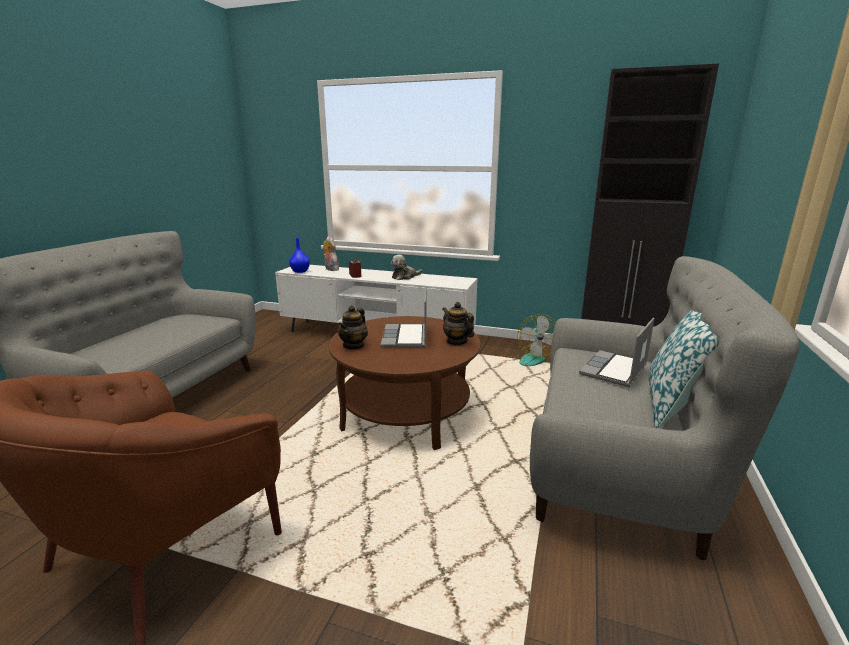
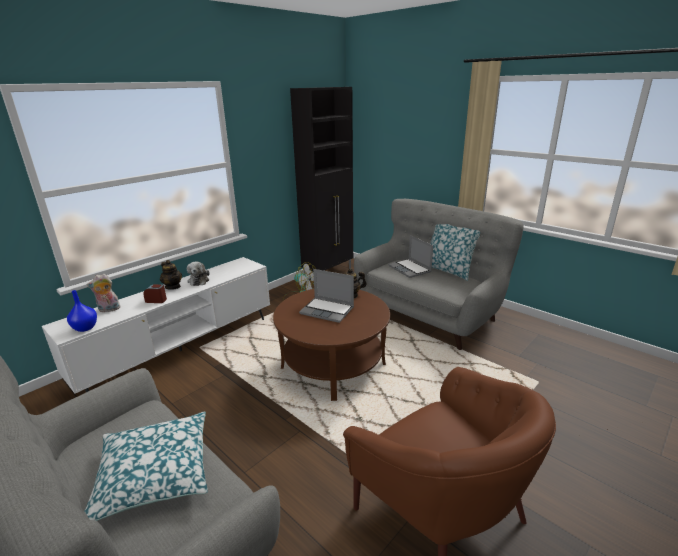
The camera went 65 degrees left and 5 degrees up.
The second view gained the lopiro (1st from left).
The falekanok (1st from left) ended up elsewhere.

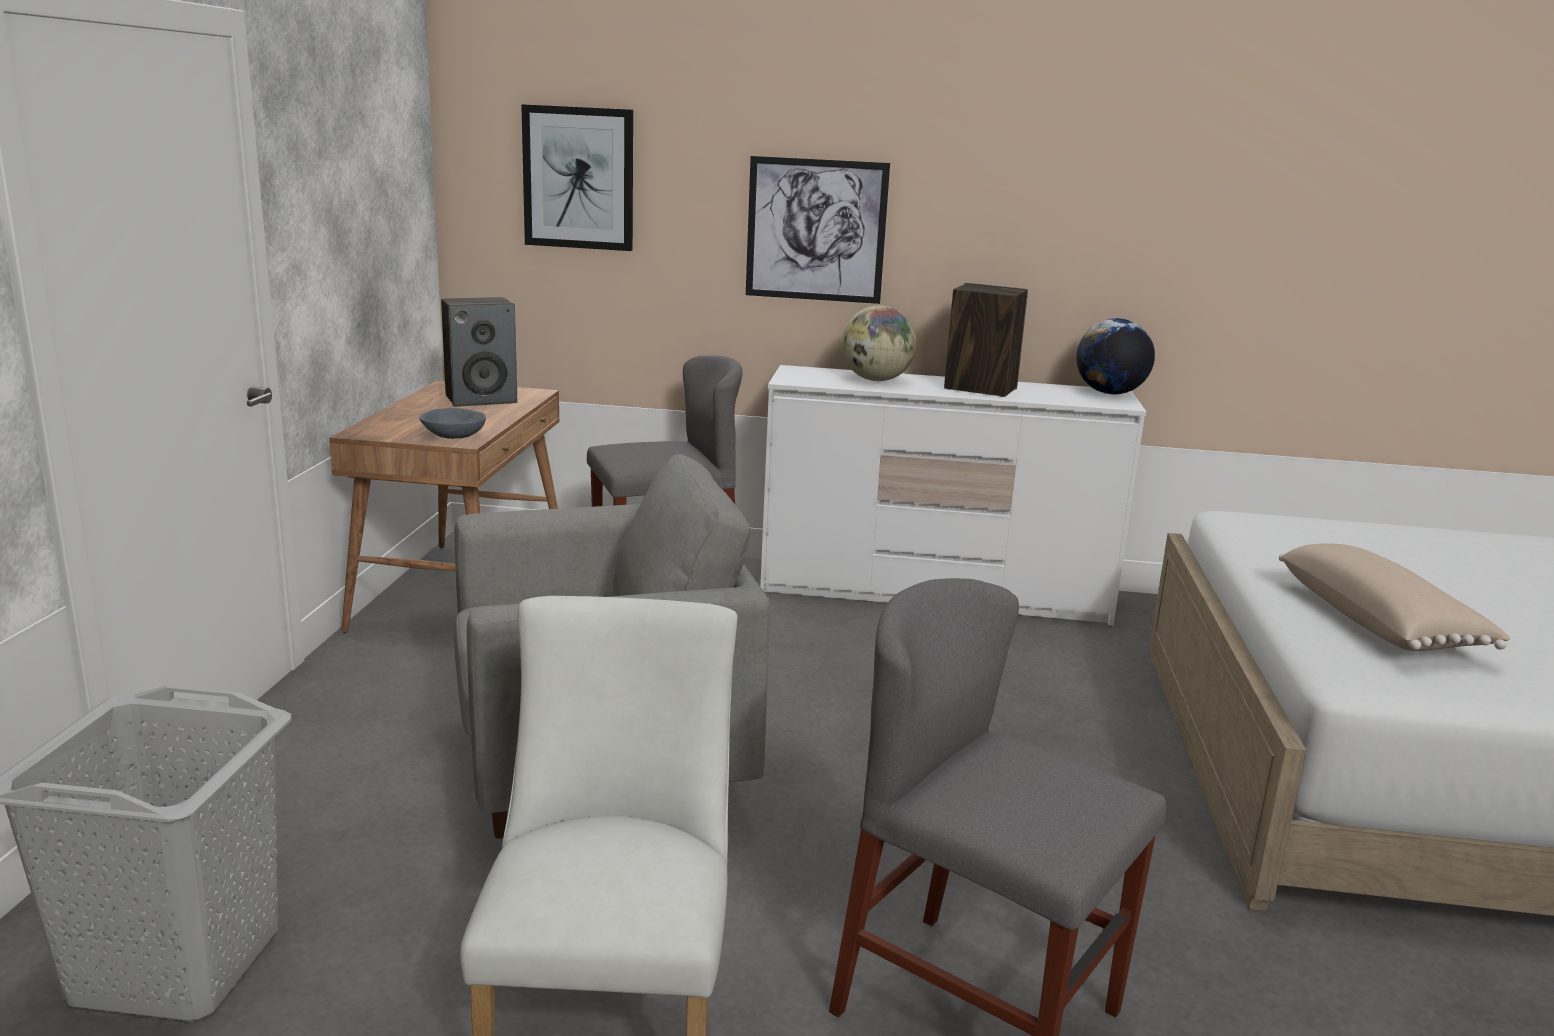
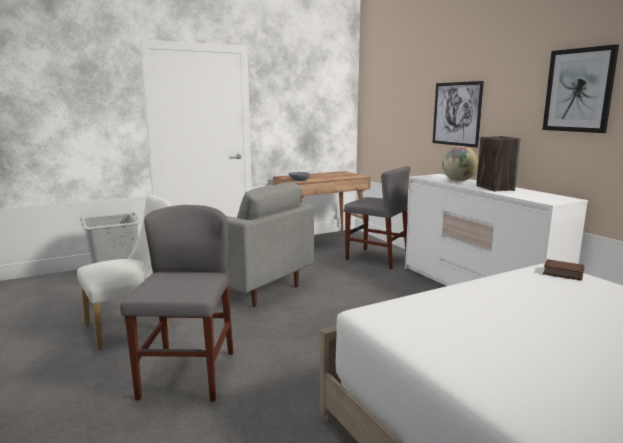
The camera went 55 degrees right and 5 degrees down.
The second view lost the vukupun (1st from left).
The second view lost the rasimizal (2nd from left).
The second view lost the lopiro (beige).
The second view gained the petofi.
The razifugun (1st from left in the first image) ended up elsewhere.

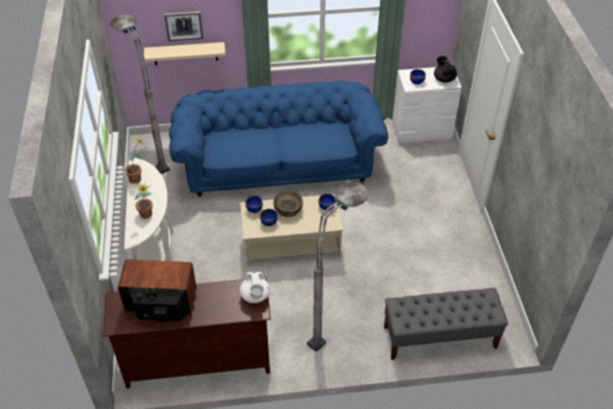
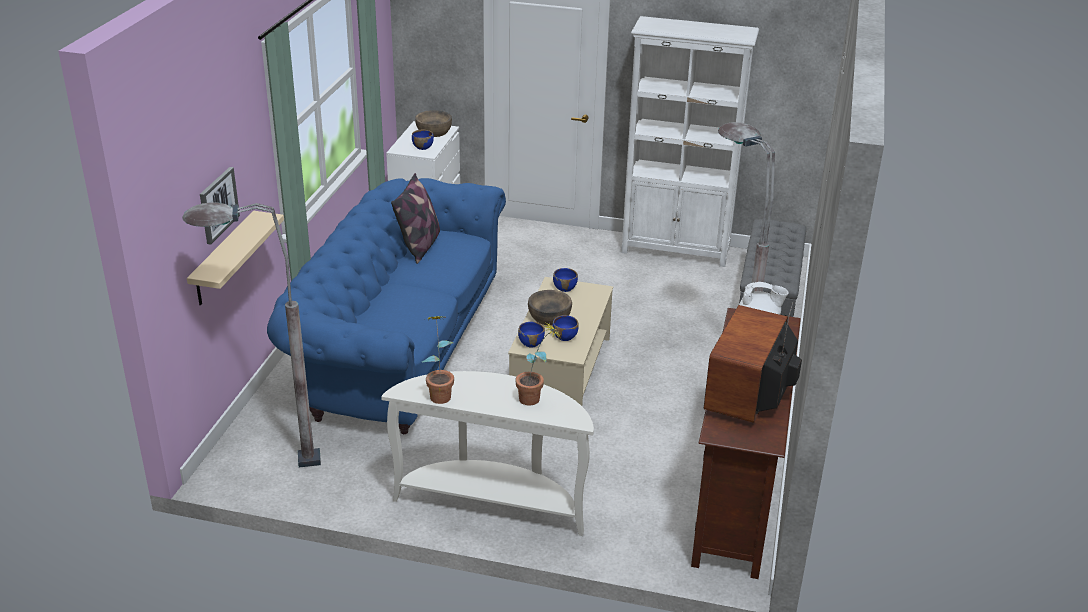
The camera went 70 degrees left and 15 degrees down.
The second view gained the lopiro.
The second view gained the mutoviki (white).
Where the falekanok (black) stood, the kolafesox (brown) (1st from left) came to stand.

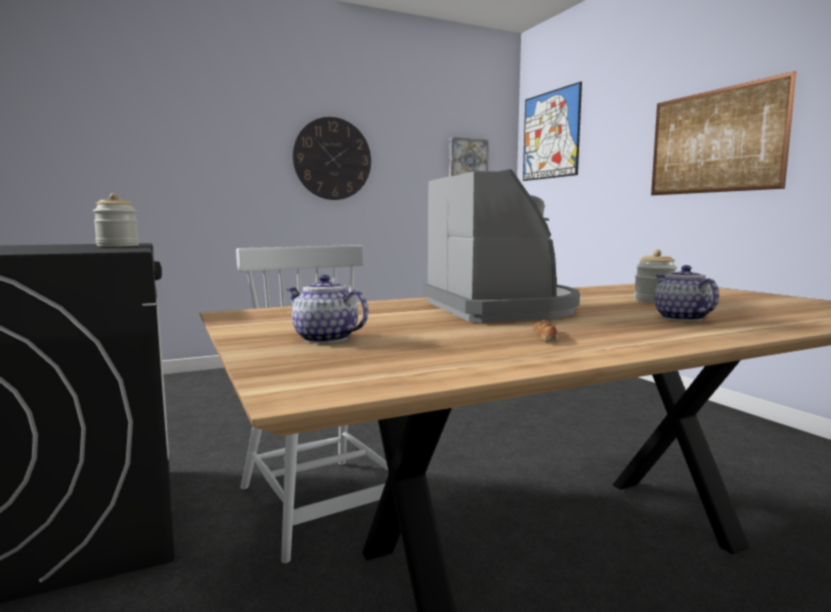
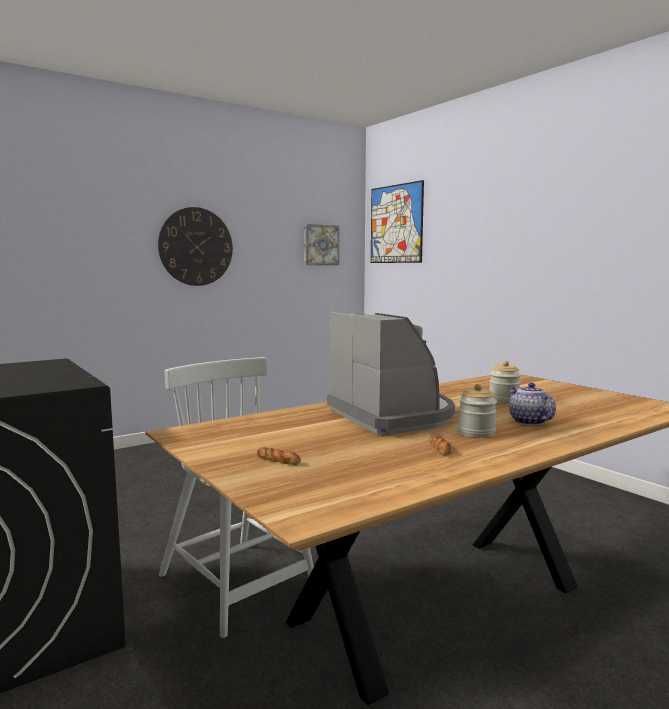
The camera went 10 degrees left and 0 degrees up.
The second view lost the razifugun (3rd from left).
The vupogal (1st from left) ended up elsewhere.
Where the falekanok (1st from left) stood, the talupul (1st from left) came to stand.

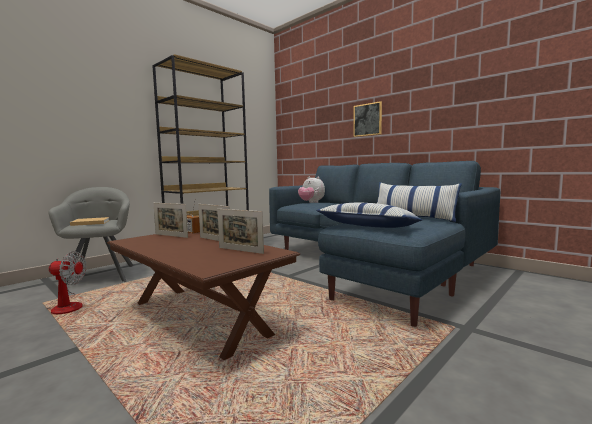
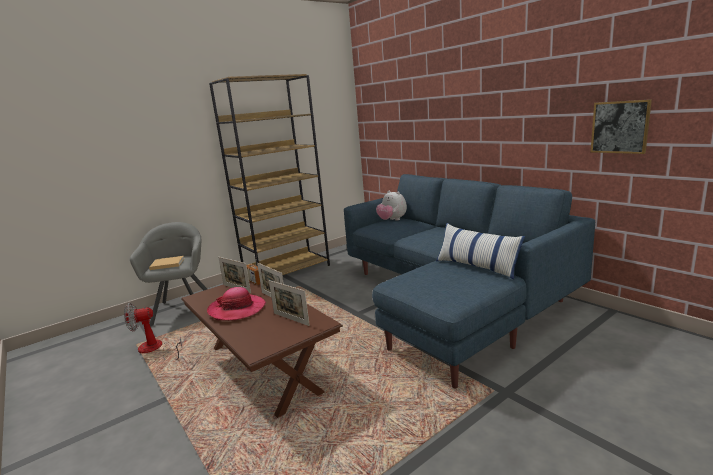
The camera went 10 degrees right and 10 degrees up.
The second view lost the lopiro (1st from left).
The second view gained the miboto.
The razifugun ended up elsewhere.
The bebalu ended up facing another way, 150 degrees clockwise from before.

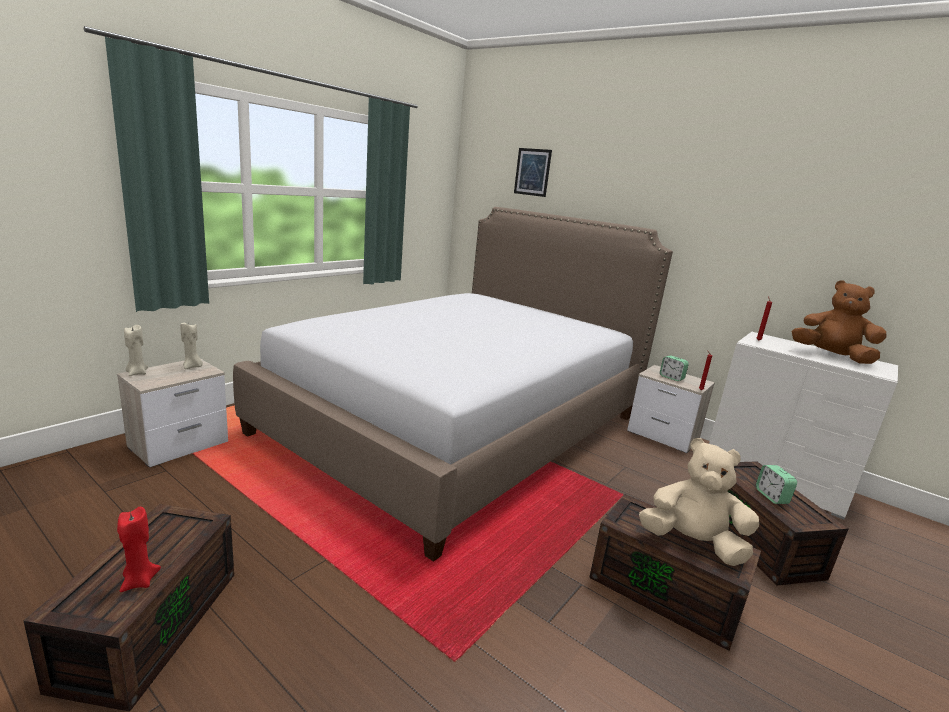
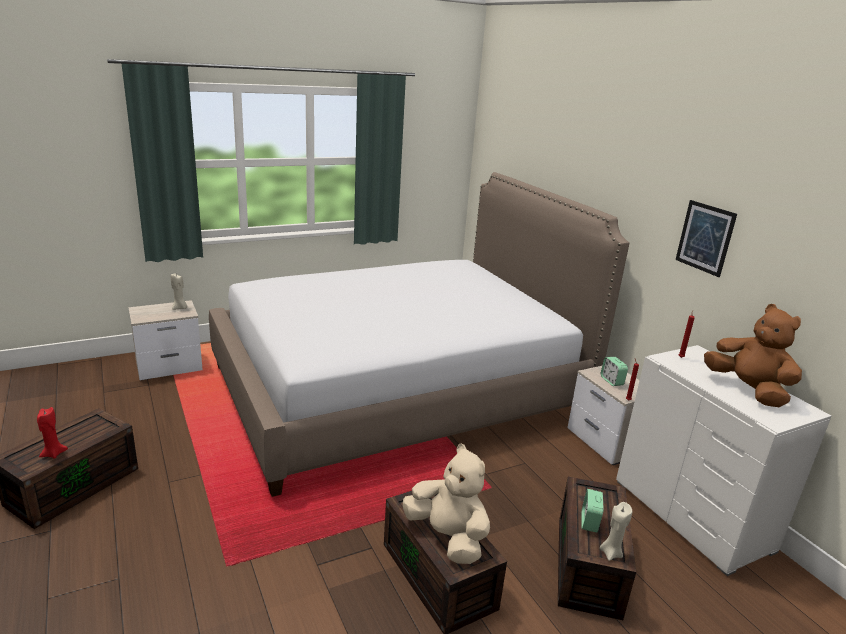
The camera went 25 degrees right and 5 degrees up.
The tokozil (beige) (1st from left in the first image) ended up elsewhere.
The razifugun ended up elsewhere.

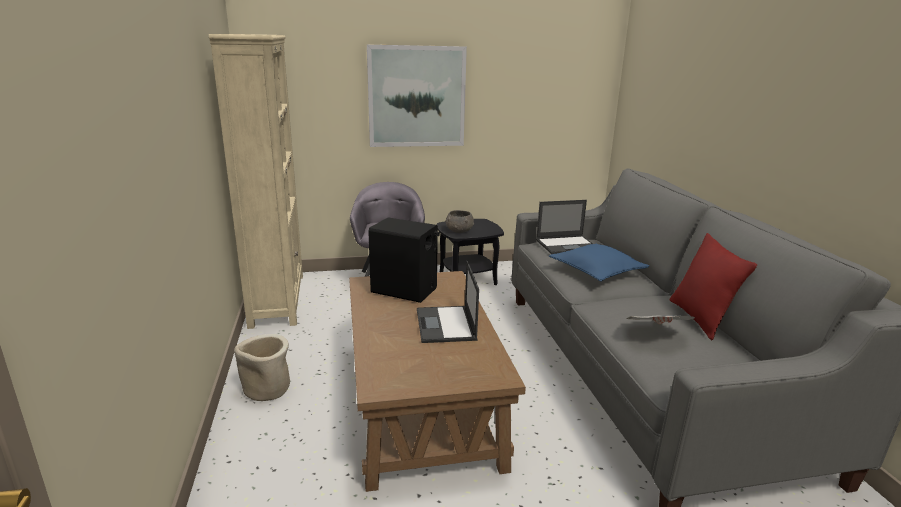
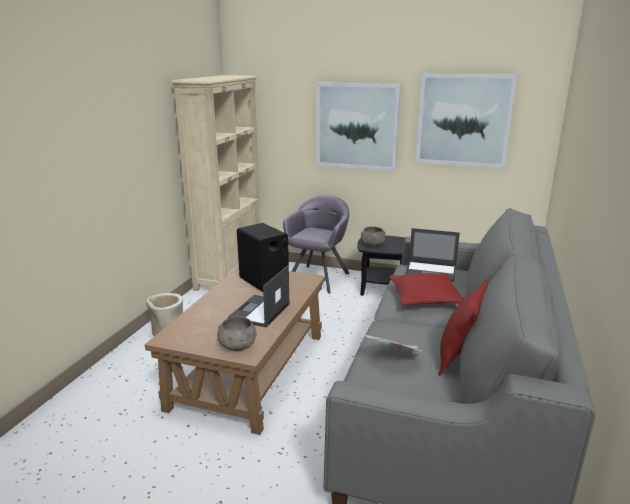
The camera went 30 degrees right and 0 degrees up.
The second view gained the kolafesox (grey) (1st from left).
The second view gained the razifugun (2nd from left).
What was the lopiro (blue) turned into the lopiro (red) (1st from left).

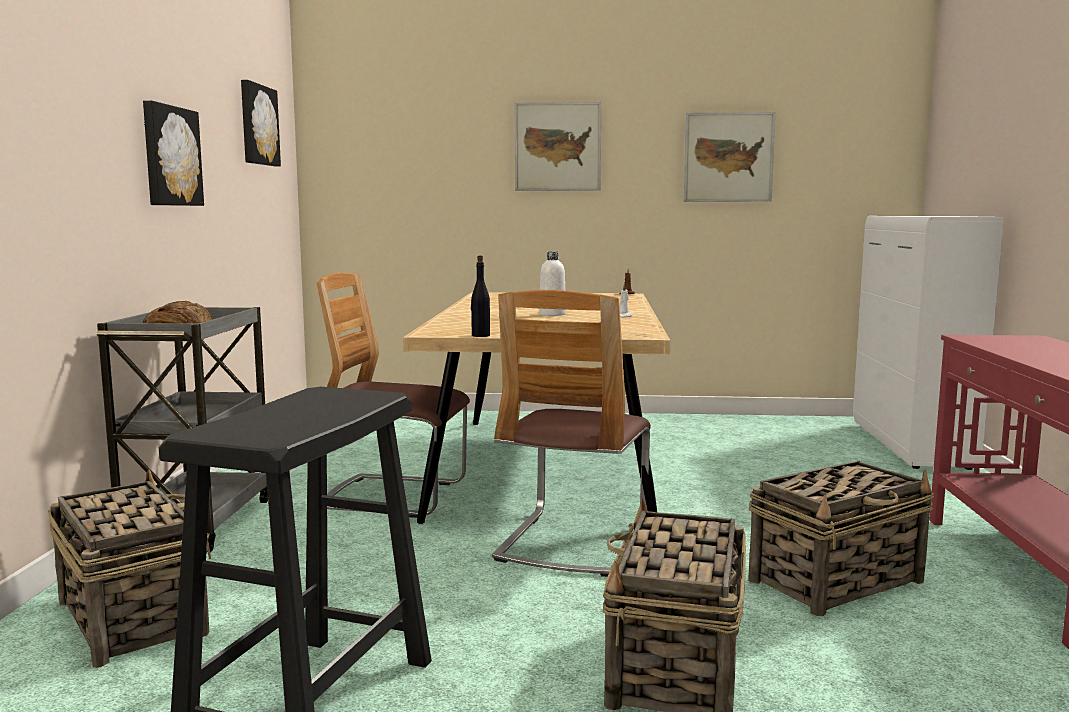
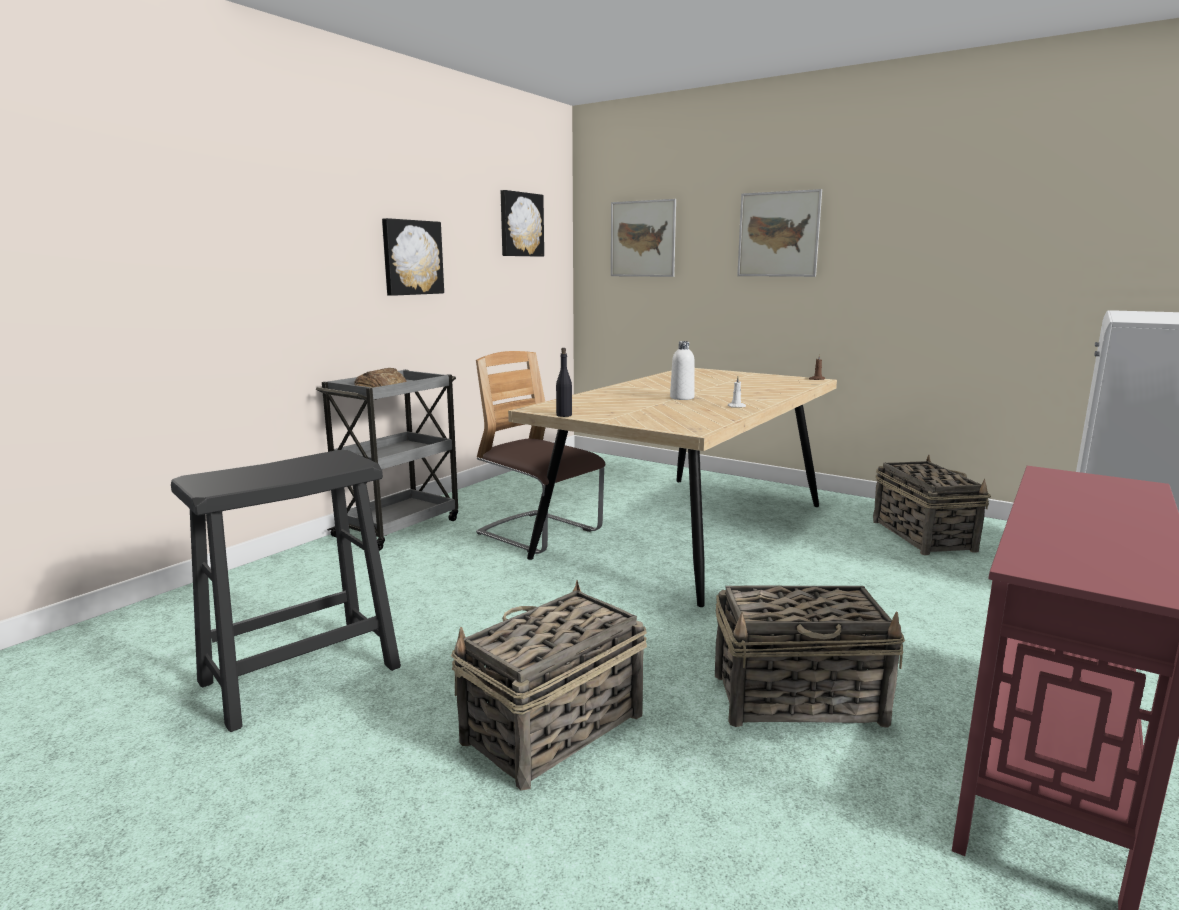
The camera went 30 degrees right and 5 degrees up.
The second view lost the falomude (2nd from left).
The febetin (1st from left in the first image) ended up elsewhere.
The razifugun (4th from left in the first image) ended up elsewhere.

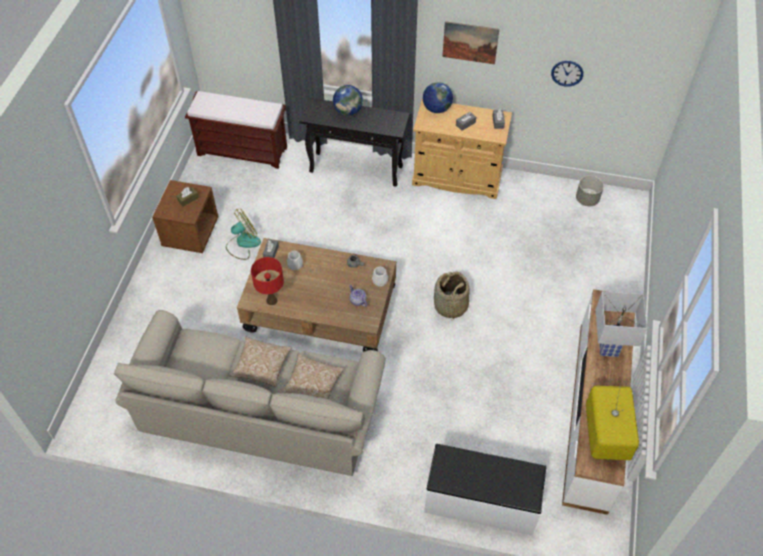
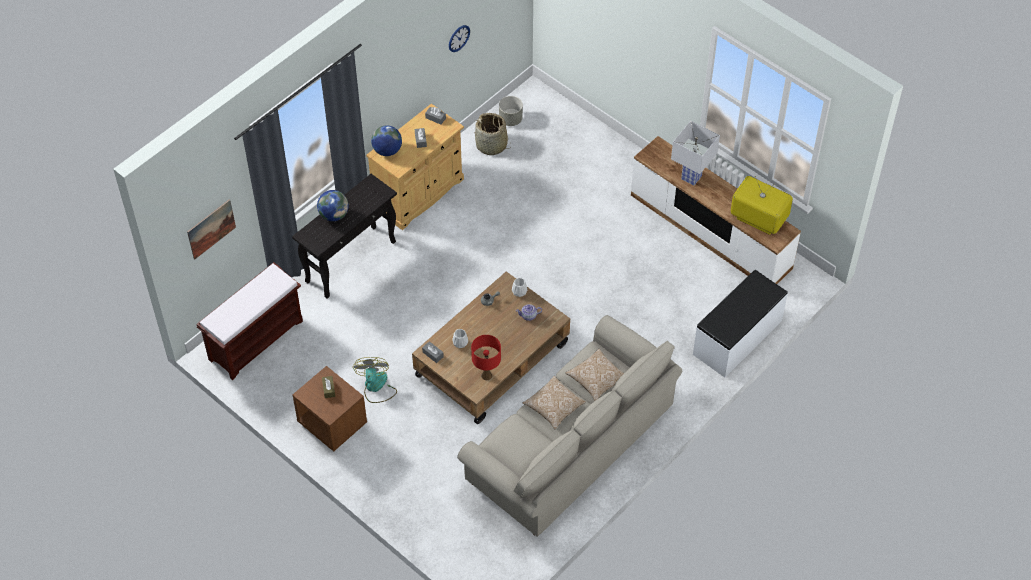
The camera went 60 degrees left and 0 degrees up.
The febetin ended up elsewhere.
The razifugun ended up elsewhere.

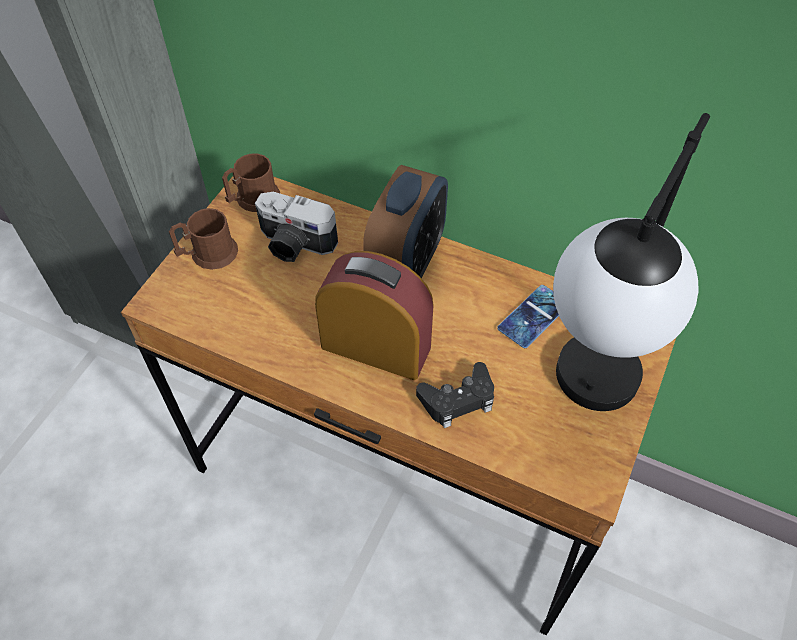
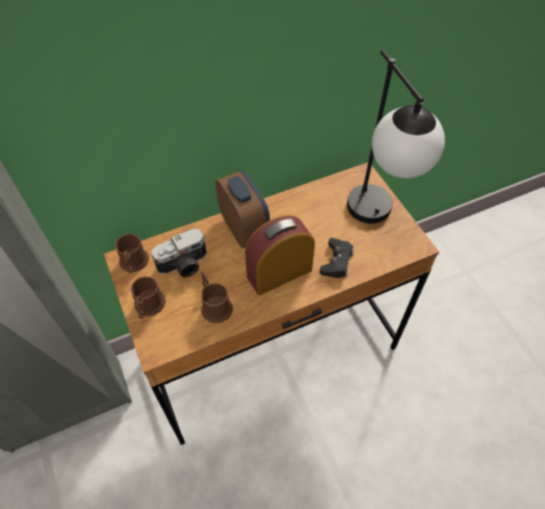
The camera went 50 degrees left and 0 degrees up.
The second view lost the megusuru.
The second view gained the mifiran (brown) (3rd from left).

